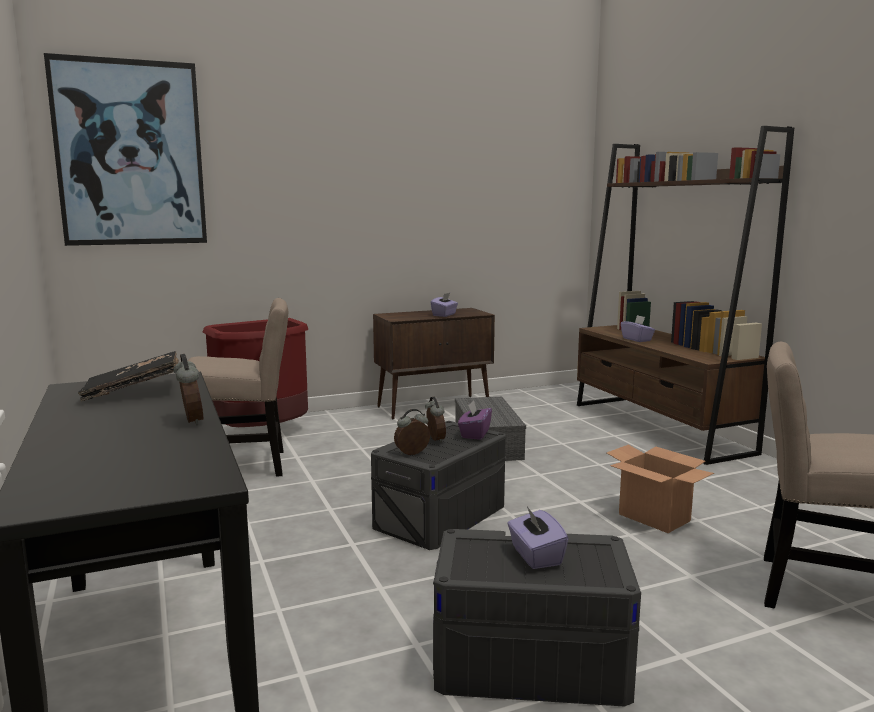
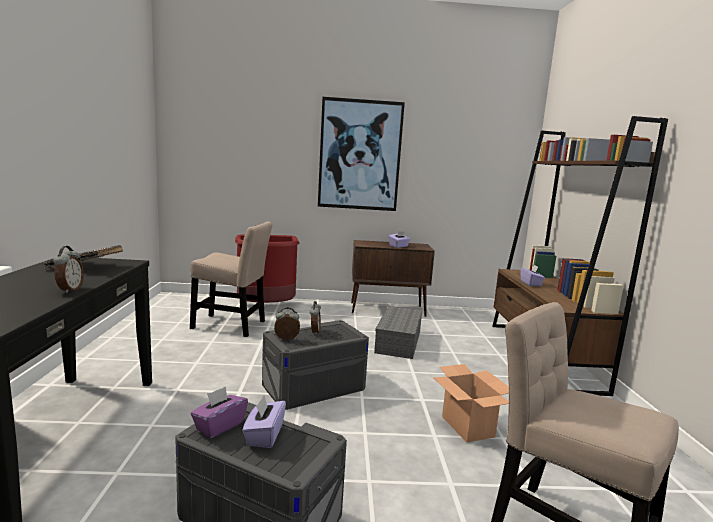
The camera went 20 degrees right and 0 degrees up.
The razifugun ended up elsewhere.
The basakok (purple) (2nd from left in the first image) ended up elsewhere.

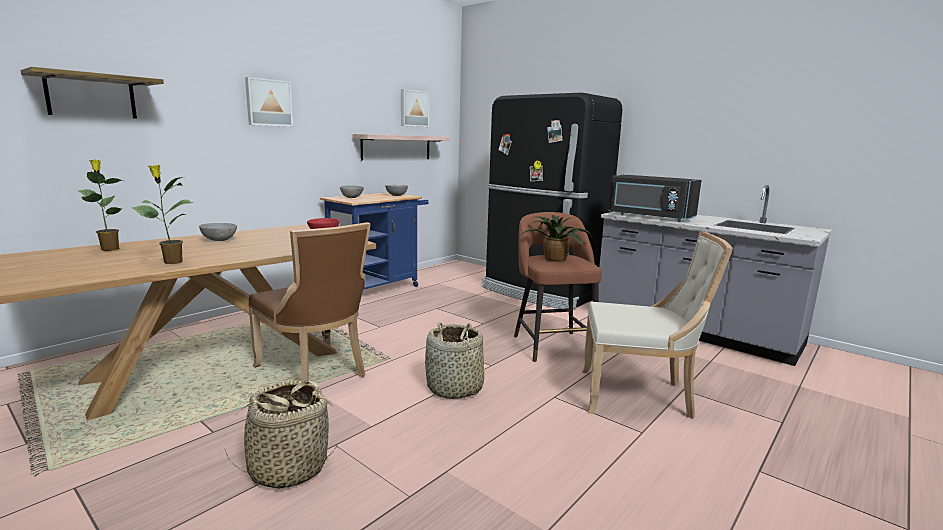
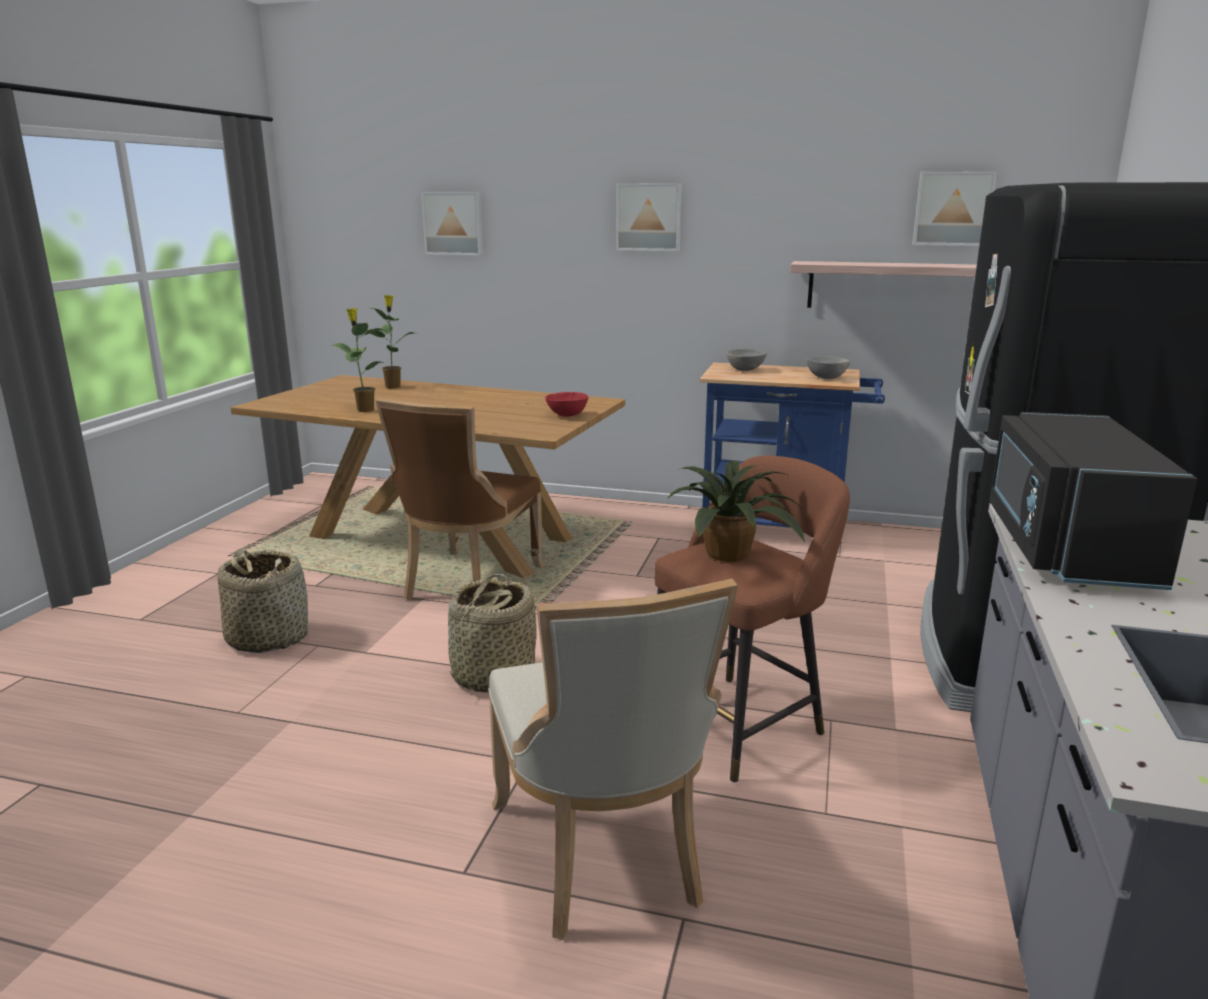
The camera went 65 degrees right and 5 degrees up.
The second view lost the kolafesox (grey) (1st from left).
Where the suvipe (1st from left) hung, the razifugun (1st from left) came to hang.

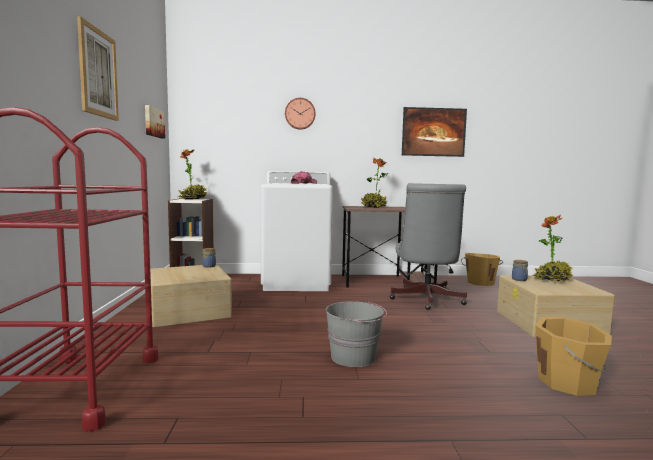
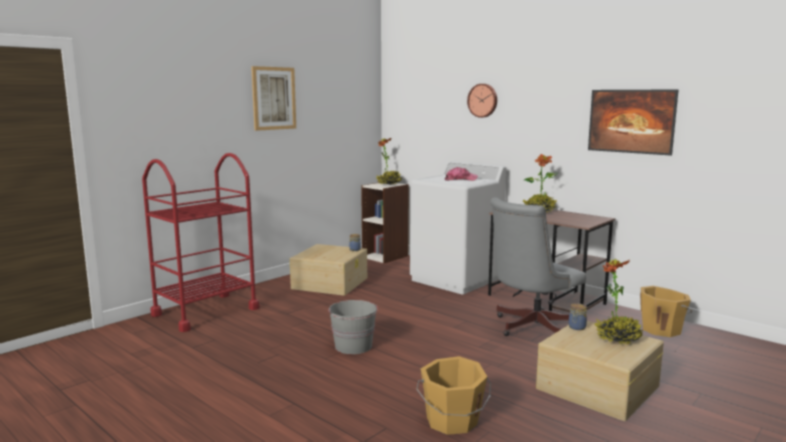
The camera went 45 degrees right and 5 degrees up.
The second view lost the razifugun (2nd from left).

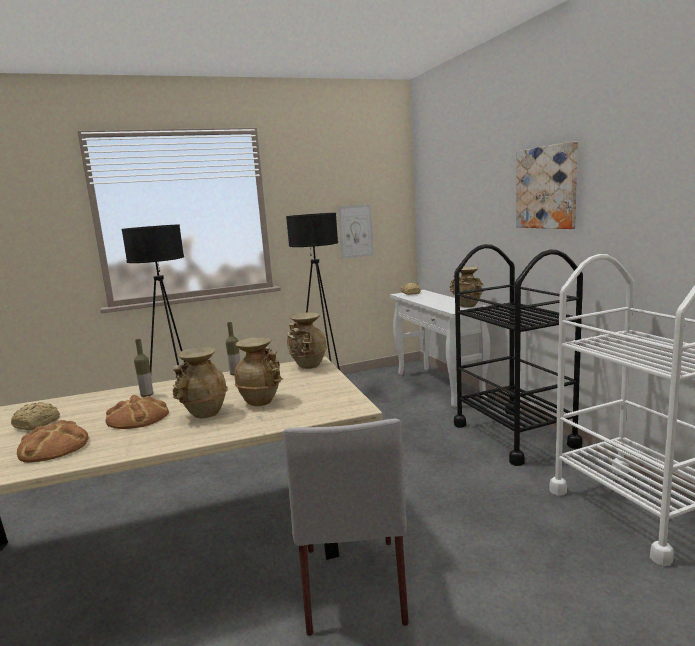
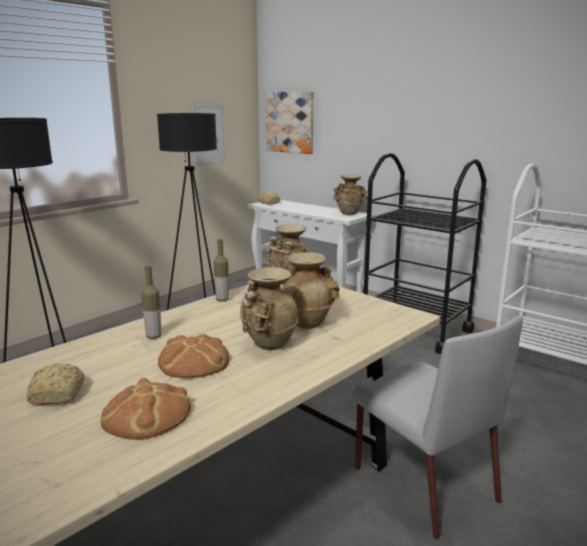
The camera went 30 degrees left and 5 degrees up.
The razifugun (2nd from left) ended up elsewhere.

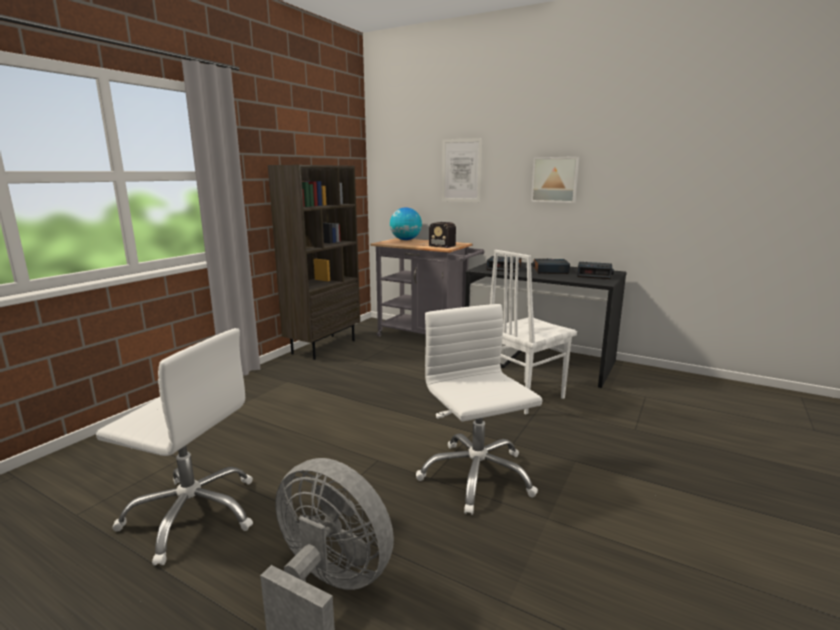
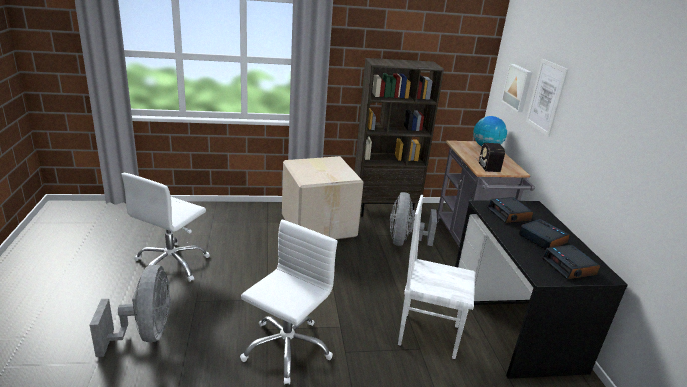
The camera went 50 degrees right and 10 degrees up.
The second view gained the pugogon.
The second view gained the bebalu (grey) (2nd from left).
The razifugun (2nd from left in the first image) ended up elsewhere.
The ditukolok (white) (1st from left) ended up facing another way, 45 degrees clockwise from before.

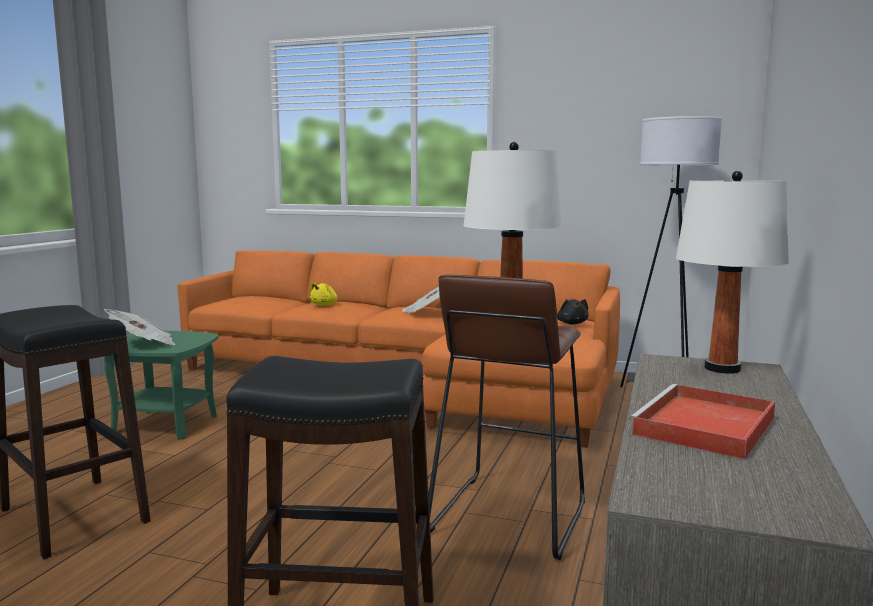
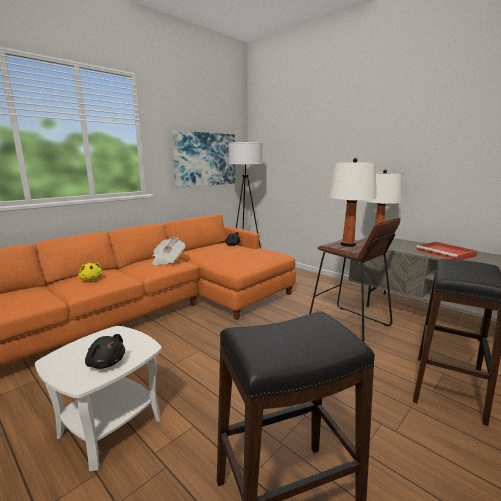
The camera went 65 degrees left and 5 degrees up.
The second view gained the razifugun.
Where the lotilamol (1st from left) stood, the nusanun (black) (1st from left) came to stand.
What was the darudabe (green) turned into the darudabe (white).

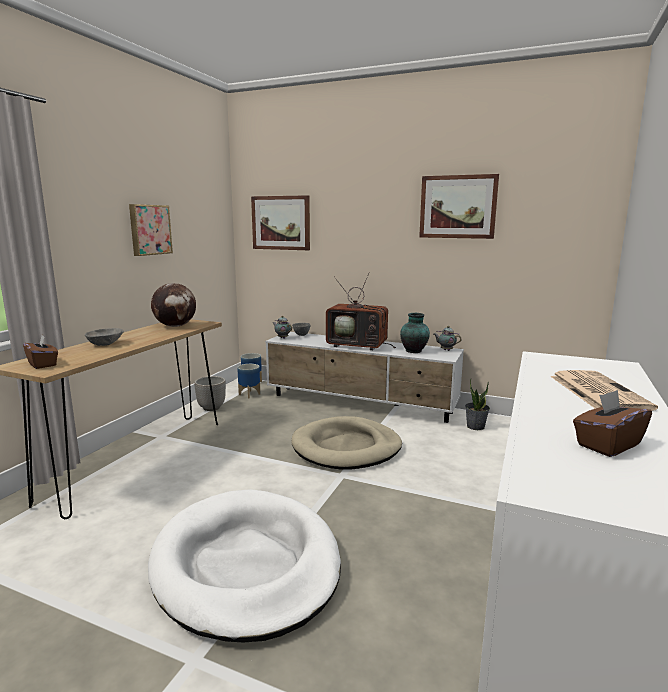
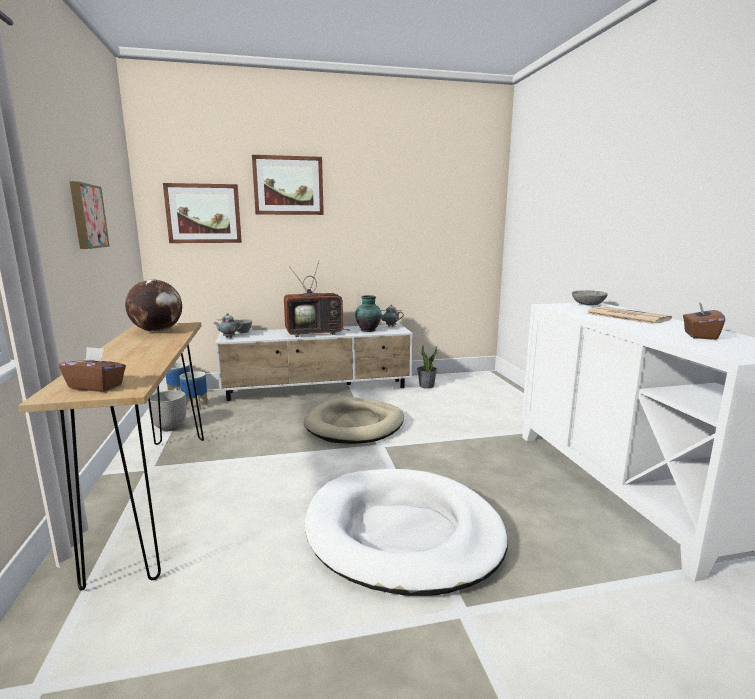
The camera went 35 degrees left and 0 degrees up.
The kolafesox (grey) (1st from left in the first image) ended up elsewhere.
The razifugun (3rd from left) ended up elsewhere.

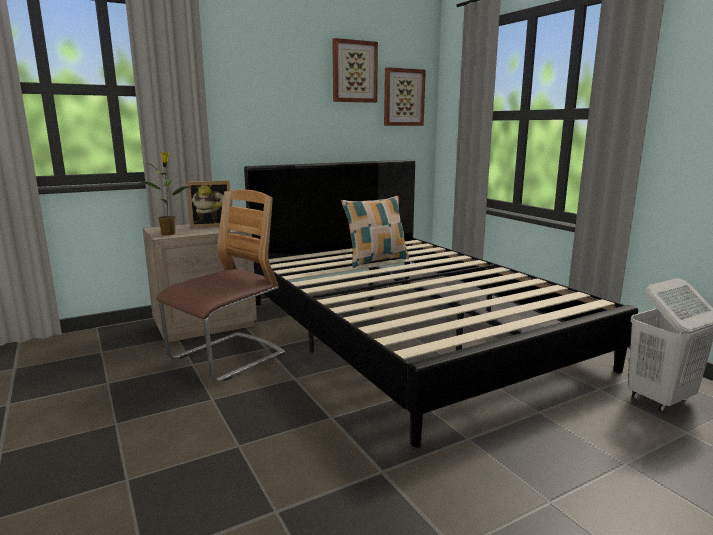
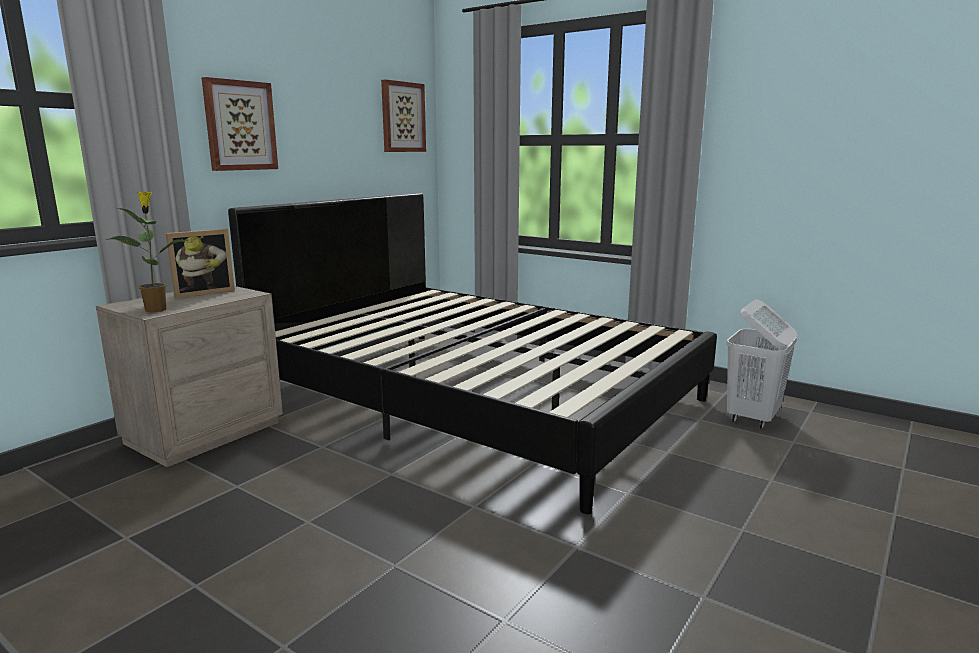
The camera went 25 degrees left and 0 degrees up.
The second view lost the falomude.
The second view lost the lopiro.
The razifugun (1st from left) ended up elsewhere.

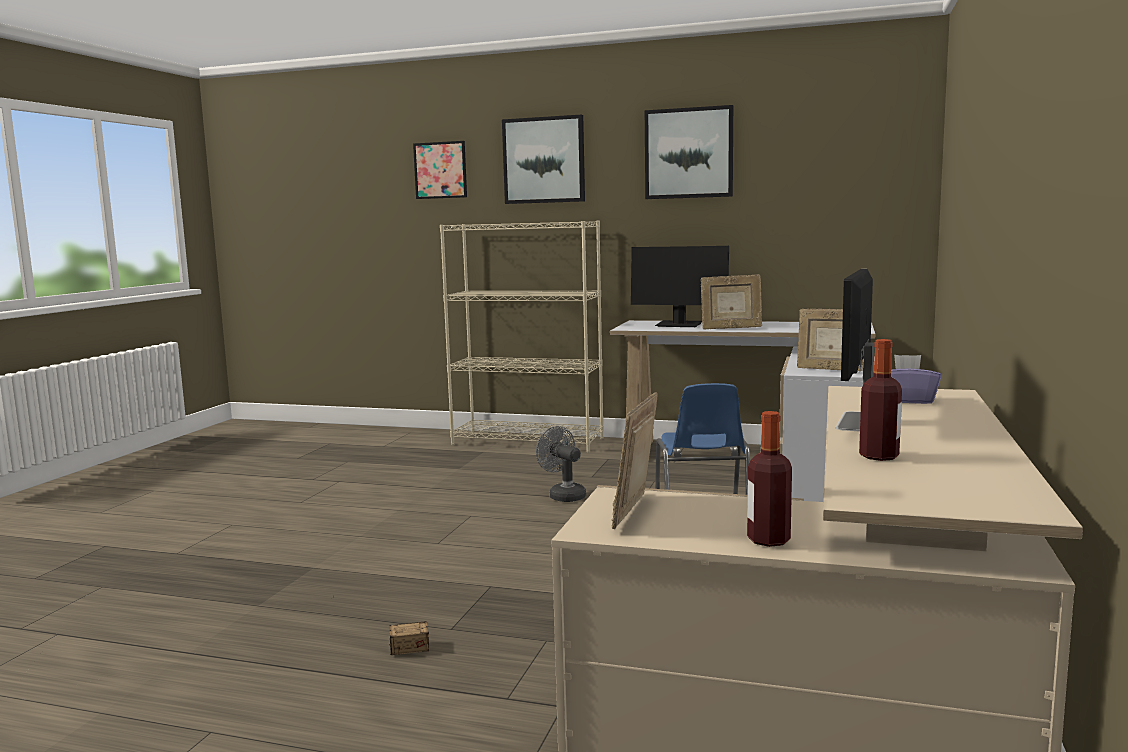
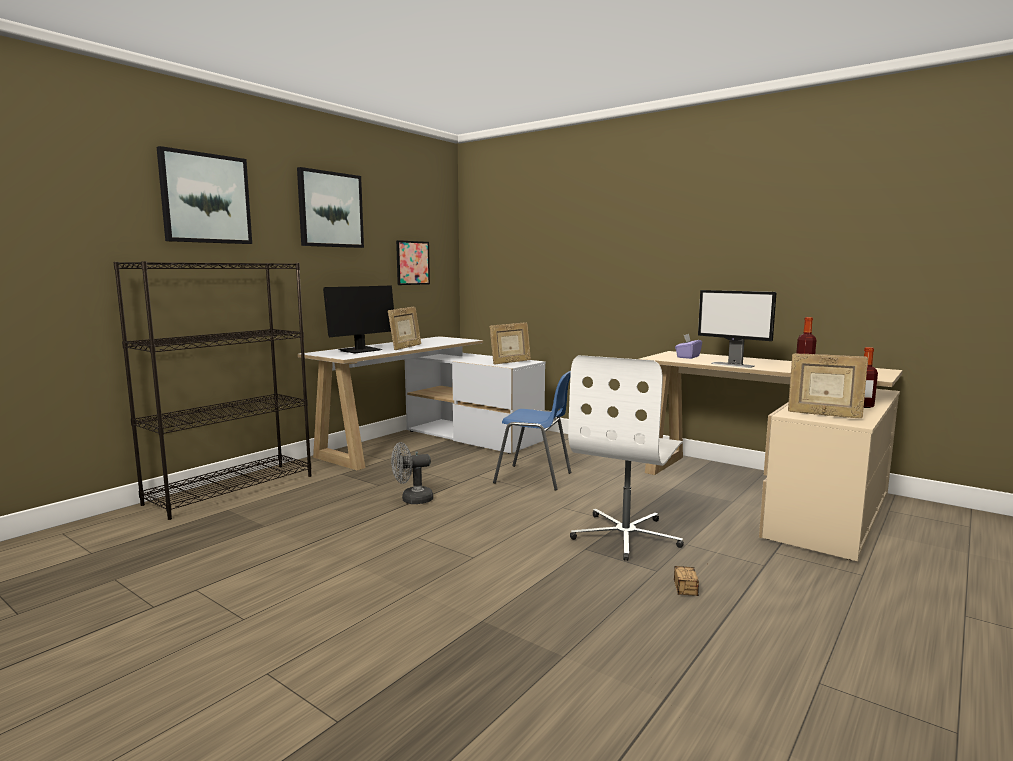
The camera went 70 degrees left and 0 degrees up.
The second view gained the ditukolok (white).
The razifugun (1st from left in the first image) ended up elsewhere.
What was the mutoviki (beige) turned into the mutoviki (black).

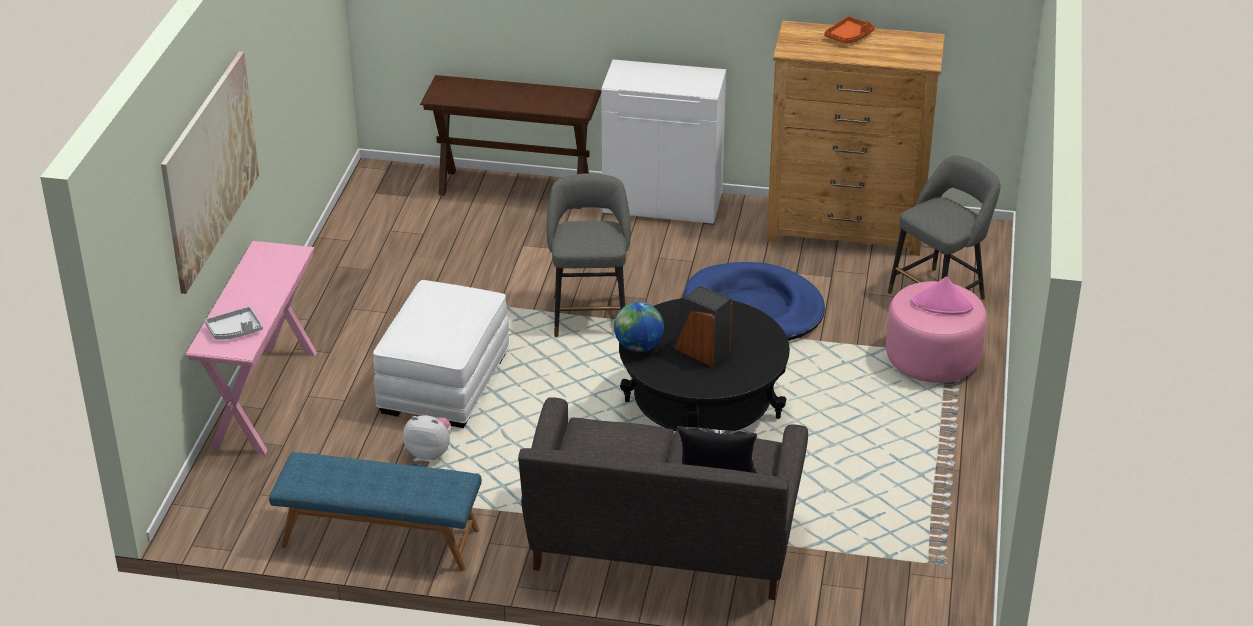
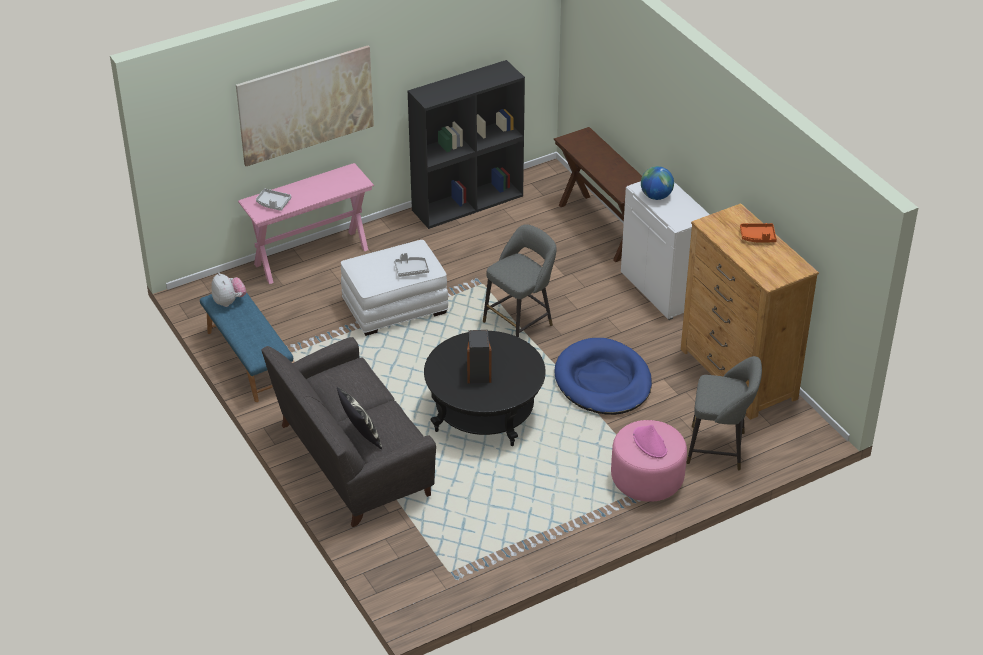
The camera went 50 degrees right and 5 degrees up.
The second view gained the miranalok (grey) (2nd from left).
The second view gained the mutoviki (black).
The nusanun ended up elsewhere.
The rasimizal ended up elsewhere.

